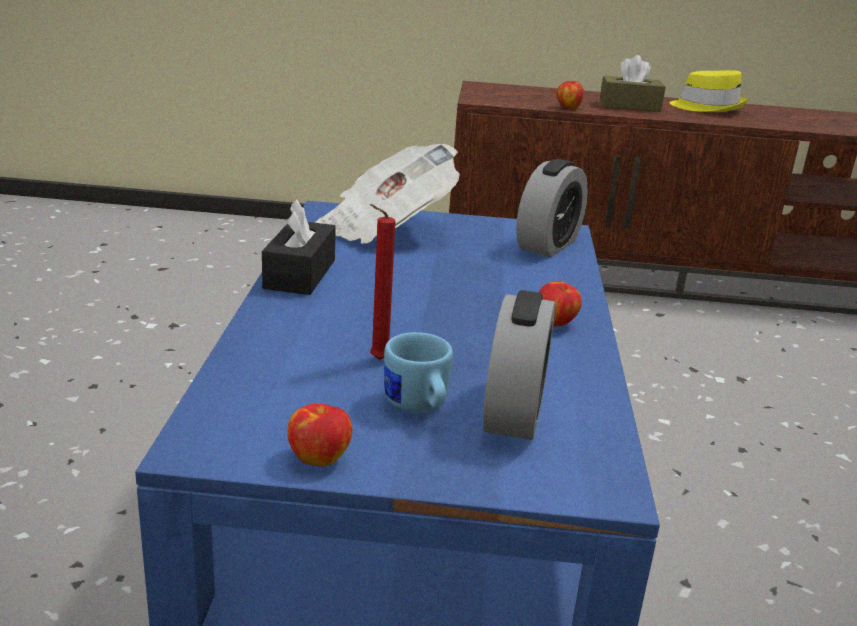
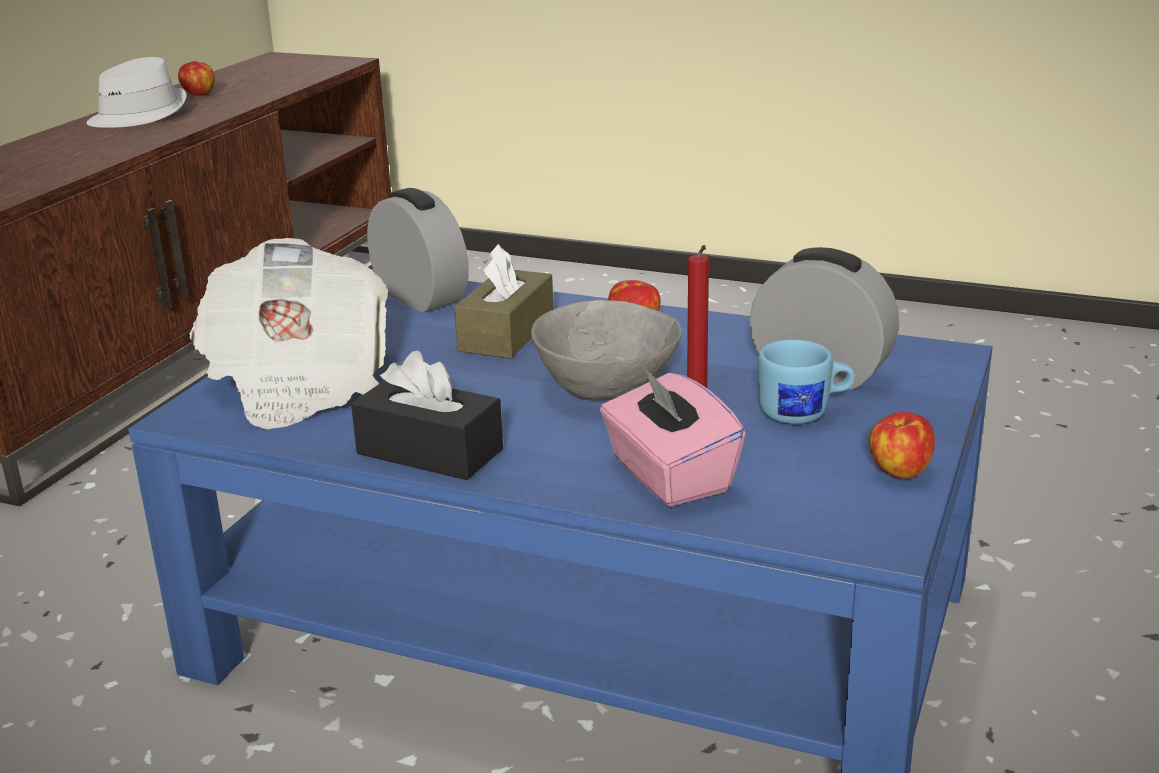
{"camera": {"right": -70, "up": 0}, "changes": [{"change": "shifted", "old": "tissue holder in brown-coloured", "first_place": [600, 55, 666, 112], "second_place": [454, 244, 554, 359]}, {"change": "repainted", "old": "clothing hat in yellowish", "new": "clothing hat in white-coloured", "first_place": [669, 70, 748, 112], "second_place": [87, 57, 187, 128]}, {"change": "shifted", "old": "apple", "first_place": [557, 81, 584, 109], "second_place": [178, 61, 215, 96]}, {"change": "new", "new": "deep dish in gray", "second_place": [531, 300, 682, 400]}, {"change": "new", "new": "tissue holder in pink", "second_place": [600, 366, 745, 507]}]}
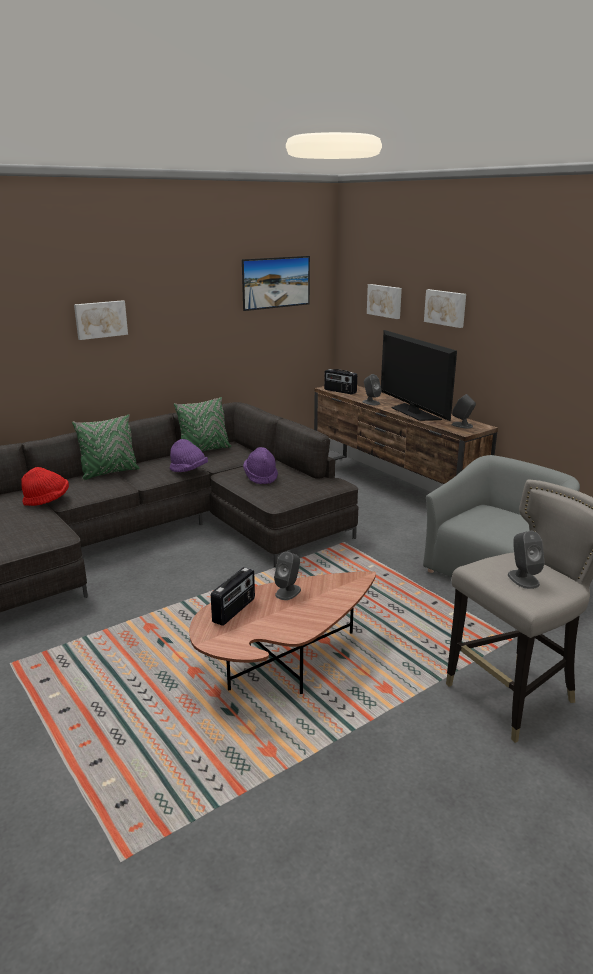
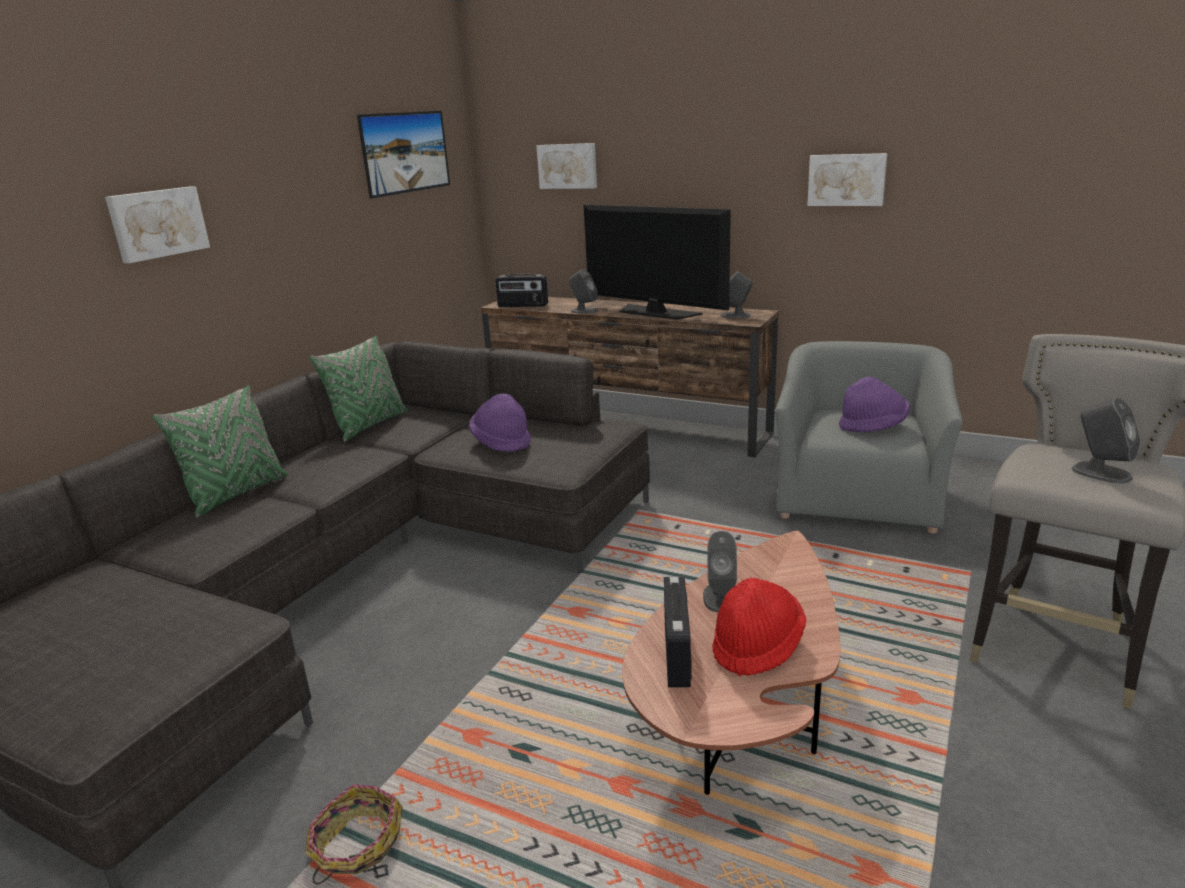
{"camera": {"right": -25, "up": 0}, "changes": [{"change": "shifted", "old": "wall art", "first_place": [424, 289, 466, 328], "second_place": [807, 153, 888, 206]}, {"change": "shifted", "old": "clothing hat in purple-coloured", "first_place": [170, 439, 208, 472], "second_place": [839, 377, 910, 432]}, {"change": "shifted", "old": "clothing hat in red-coloured", "first_place": [21, 467, 69, 506], "second_place": [712, 578, 806, 676]}, {"change": "new", "new": "storage basket", "second_place": [305, 784, 403, 884]}]}
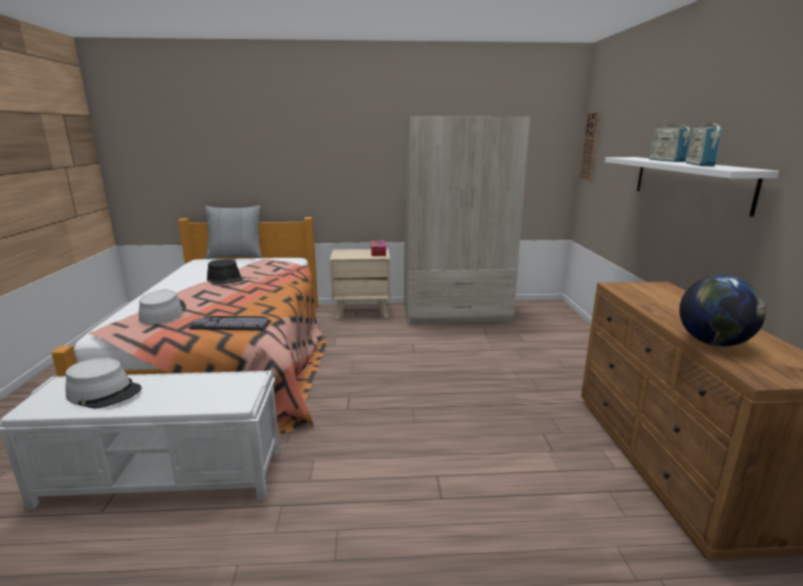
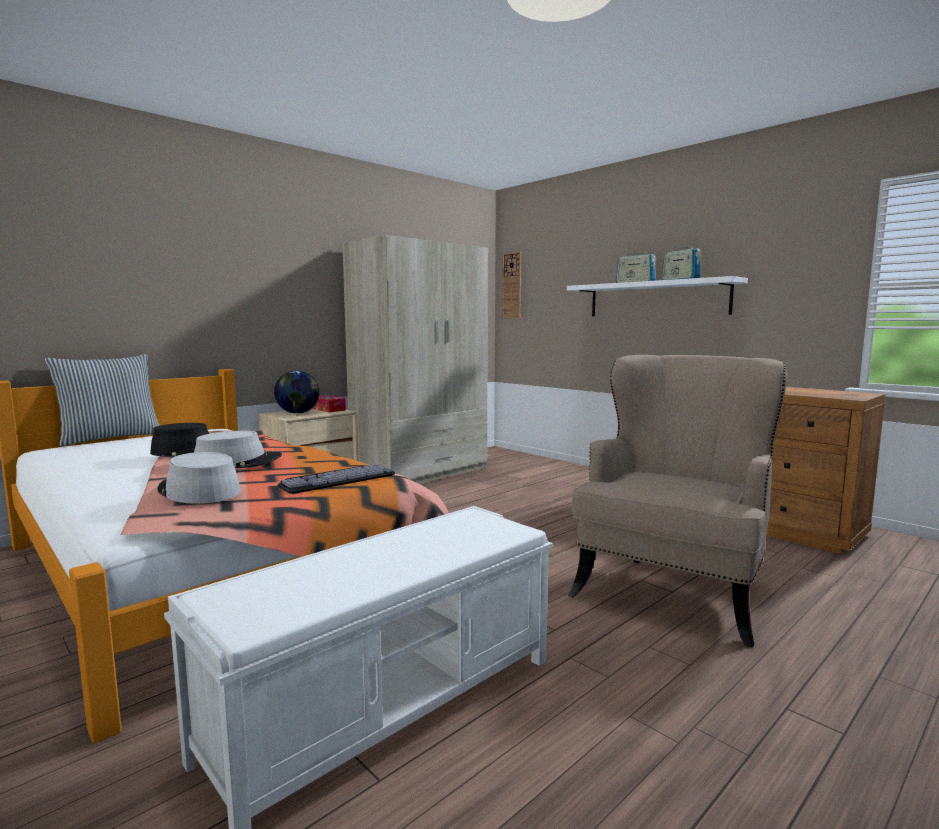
{"camera": {"right": -40, "up": -10}, "changes": [{"change": "shifted", "old": "desk globe", "first_place": [679, 275, 766, 346], "second_place": [274, 371, 319, 414]}, {"change": "shifted", "old": "clothing hat in gray", "first_place": [66, 358, 142, 409], "second_place": [194, 431, 282, 468]}, {"change": "new", "new": "lounge chair in sand-coloured", "second_place": [568, 355, 787, 647]}]}
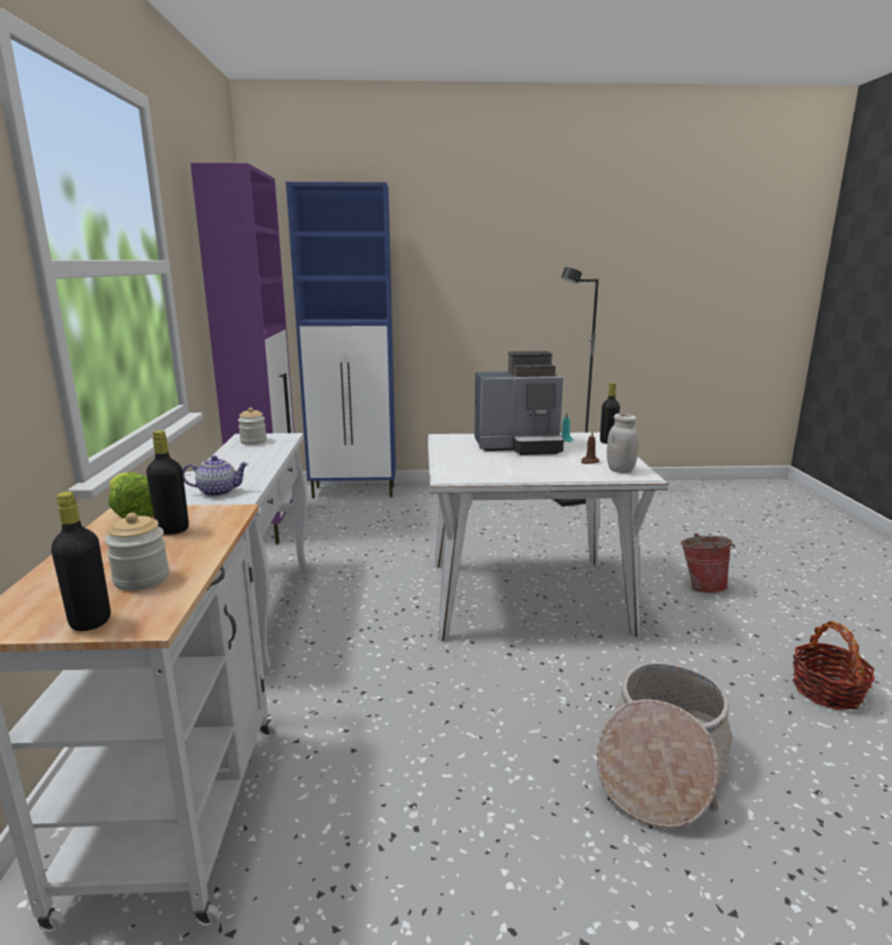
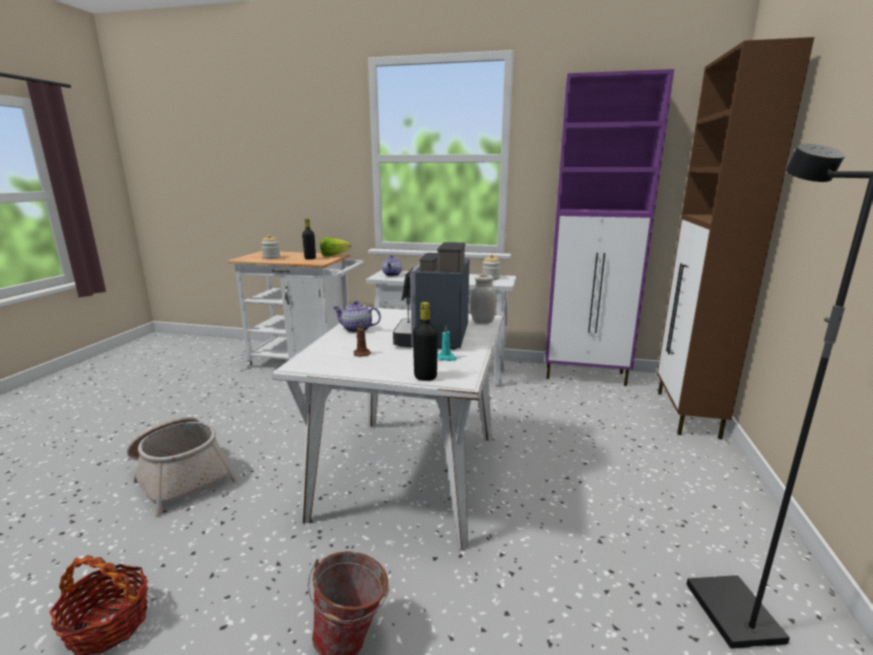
{"camera": {"right": 105, "up": 0}, "changes": [{"change": "repainted", "old": "cabinet in bluish", "new": "cabinet in brown-coloured", "first_place": [286, 182, 396, 499], "second_place": [657, 37, 814, 439]}, {"change": "shifted", "old": "preserve jar in white-coloured", "first_place": [607, 413, 639, 473], "second_place": [471, 275, 496, 324]}, {"change": "gone", "old": "bottle in black", "first_place": [51, 491, 111, 631]}, {"change": "new", "new": "tea pot", "second_place": [332, 301, 381, 333]}]}
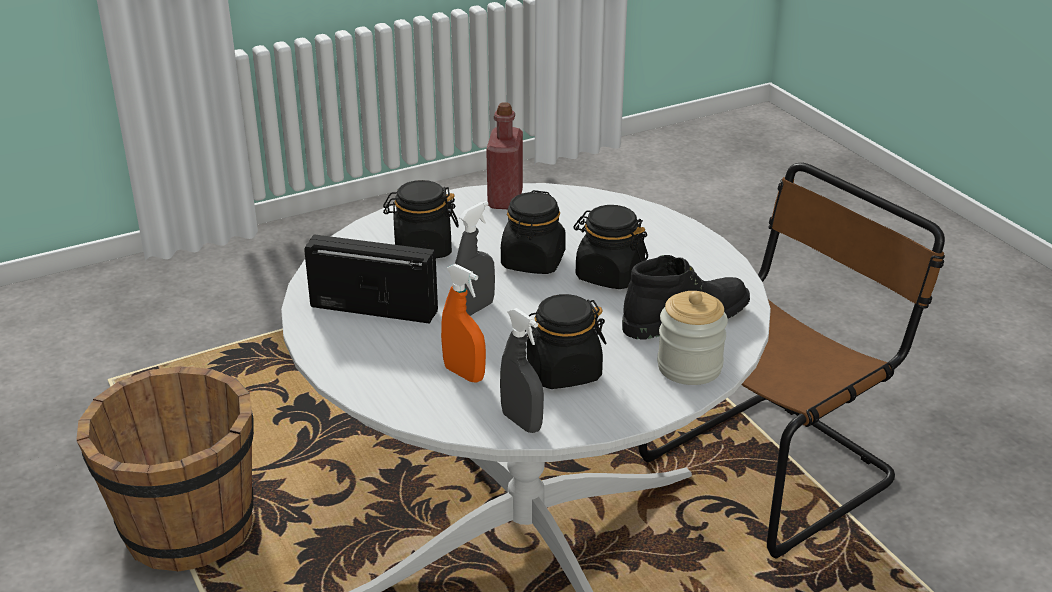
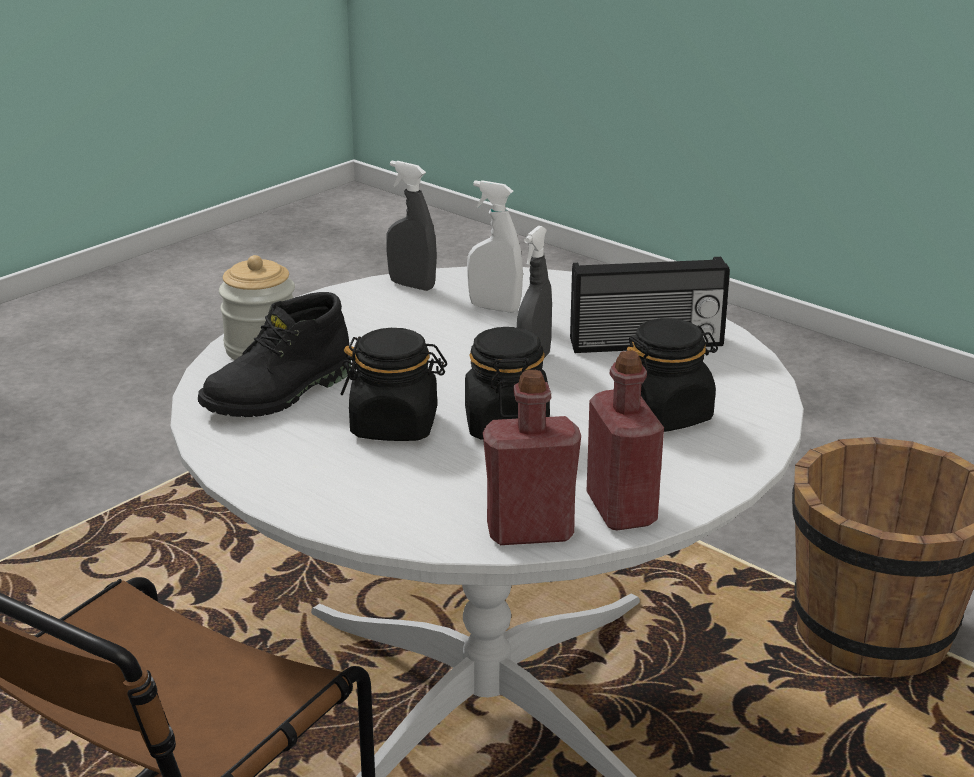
{"camera": {"right": 160, "up": -5}, "changes": [{"change": "repainted", "old": "hand sprayer in orange-coloured", "new": "hand sprayer in white-coloured", "first_place": [441, 264, 486, 383], "second_place": [467, 180, 523, 313]}, {"change": "gone", "old": "preserve jar in black", "first_place": [525, 294, 606, 389]}, {"change": "new", "new": "bottle in red-coloured", "second_place": [483, 370, 581, 545]}]}
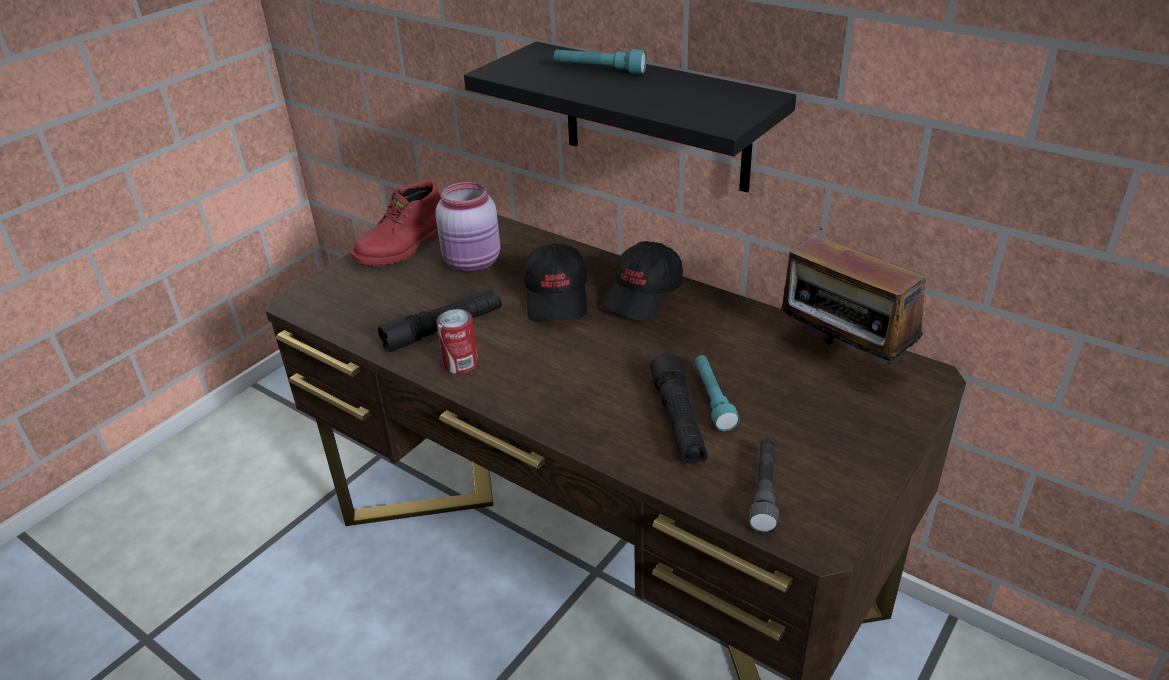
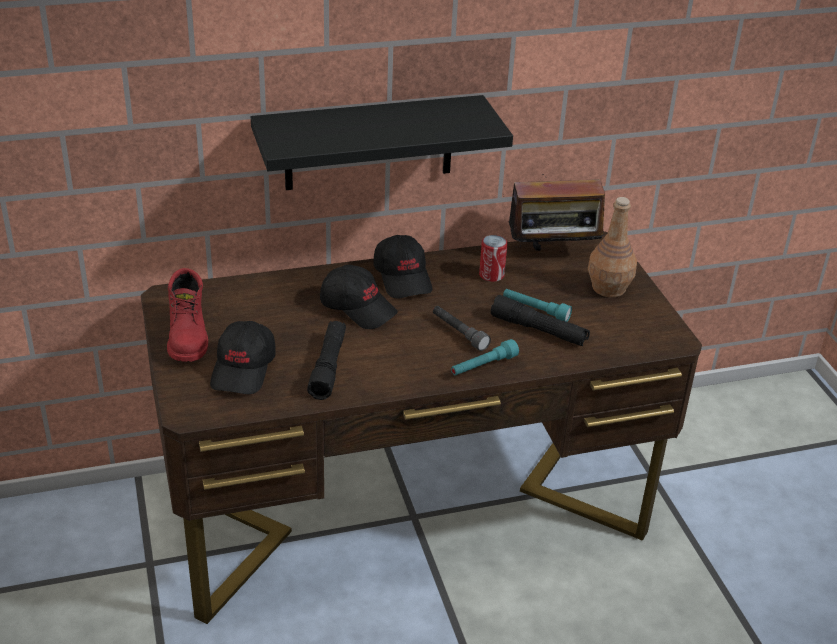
{"camera": {"right": -55, "up": 0}, "changes": [{"change": "shifted", "old": "torch in turquoise", "first_place": [554, 49, 647, 74], "second_place": [451, 339, 519, 375]}, {"change": "gone", "old": "preserve jar in pink", "first_place": [436, 182, 500, 272]}, {"change": "shifted", "old": "can", "first_place": [436, 309, 478, 374], "second_place": [479, 235, 508, 282]}, {"change": "shifted", "old": "torch in gray", "first_place": [749, 439, 779, 533], "second_place": [433, 306, 491, 351]}, {"change": "new", "new": "bottle in brown-coloured", "second_place": [588, 197, 637, 297]}, {"change": "new", "new": "peaked cap in black", "second_place": [210, 321, 276, 394]}]}
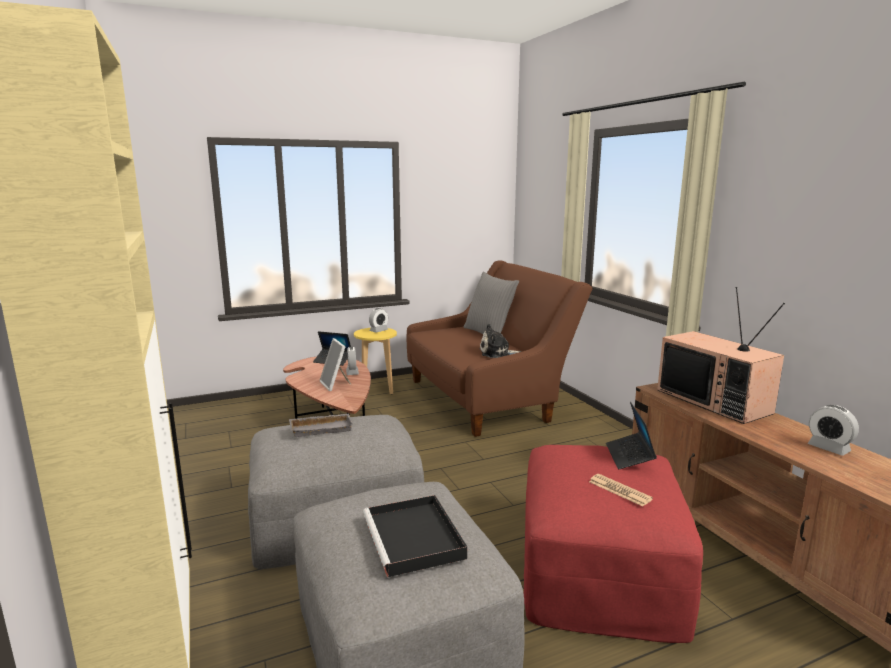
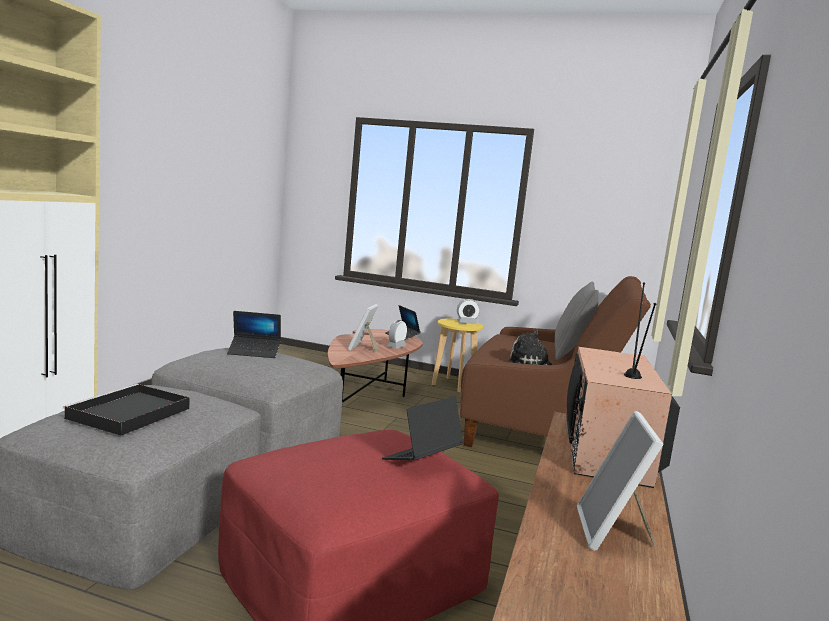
{"camera": {"right": 40, "up": -5}, "changes": [{"change": "swapped", "old": "alarm clock", "new": "standing frame", "first_place": [808, 405, 859, 456], "second_place": [577, 411, 664, 551]}, {"change": "swapped", "old": "carrying tray in gray", "new": "laptop", "first_place": [289, 414, 353, 437], "second_place": [227, 311, 281, 358]}, {"change": "gone", "old": "printed paper", "first_place": [589, 474, 653, 506]}]}
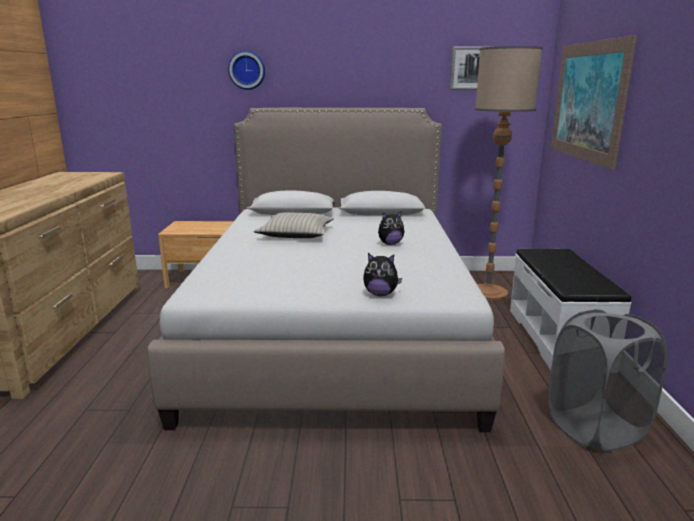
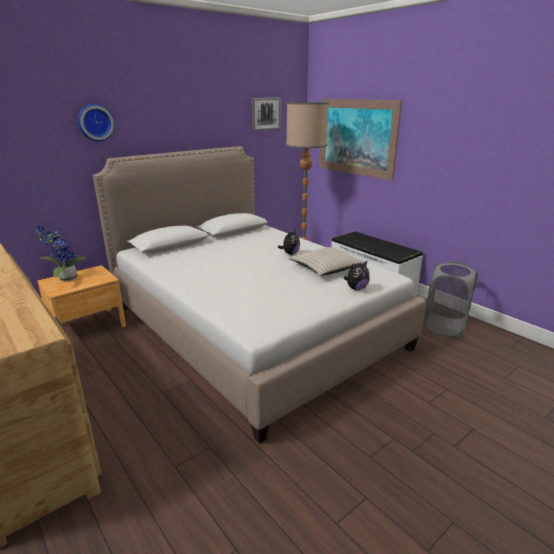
{"camera": {"right": -40, "up": 5}, "changes": [{"change": "shifted", "old": "cushion in sand-coloured", "first_place": [253, 212, 334, 238], "second_place": [289, 247, 365, 276]}, {"change": "new", "new": "potted plant", "second_place": [35, 226, 86, 281]}]}
